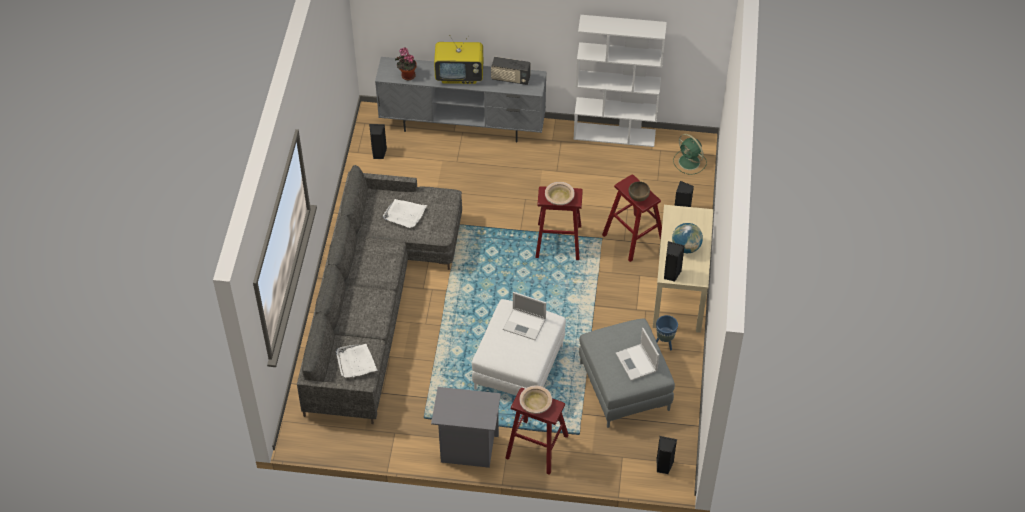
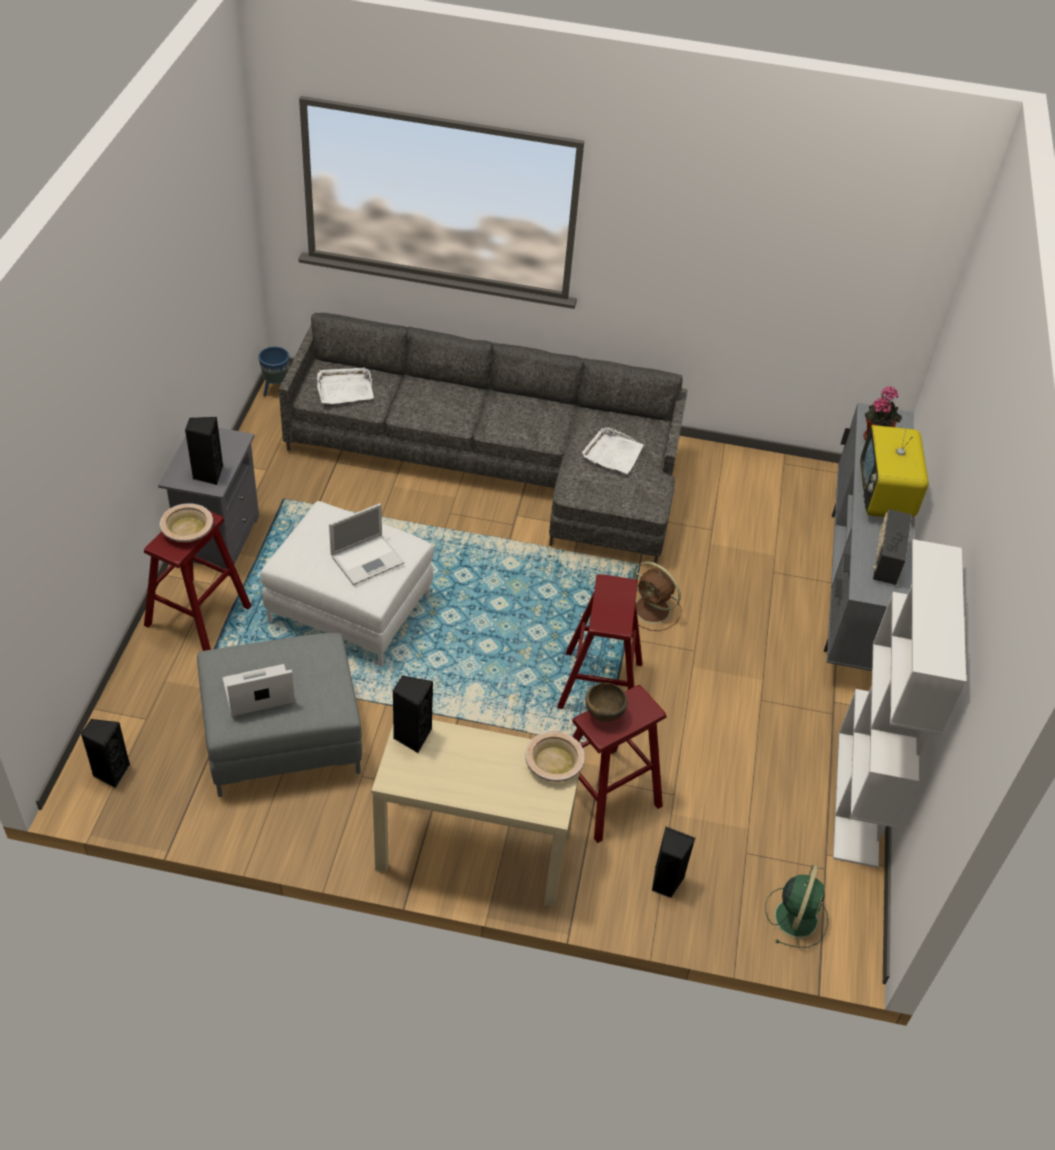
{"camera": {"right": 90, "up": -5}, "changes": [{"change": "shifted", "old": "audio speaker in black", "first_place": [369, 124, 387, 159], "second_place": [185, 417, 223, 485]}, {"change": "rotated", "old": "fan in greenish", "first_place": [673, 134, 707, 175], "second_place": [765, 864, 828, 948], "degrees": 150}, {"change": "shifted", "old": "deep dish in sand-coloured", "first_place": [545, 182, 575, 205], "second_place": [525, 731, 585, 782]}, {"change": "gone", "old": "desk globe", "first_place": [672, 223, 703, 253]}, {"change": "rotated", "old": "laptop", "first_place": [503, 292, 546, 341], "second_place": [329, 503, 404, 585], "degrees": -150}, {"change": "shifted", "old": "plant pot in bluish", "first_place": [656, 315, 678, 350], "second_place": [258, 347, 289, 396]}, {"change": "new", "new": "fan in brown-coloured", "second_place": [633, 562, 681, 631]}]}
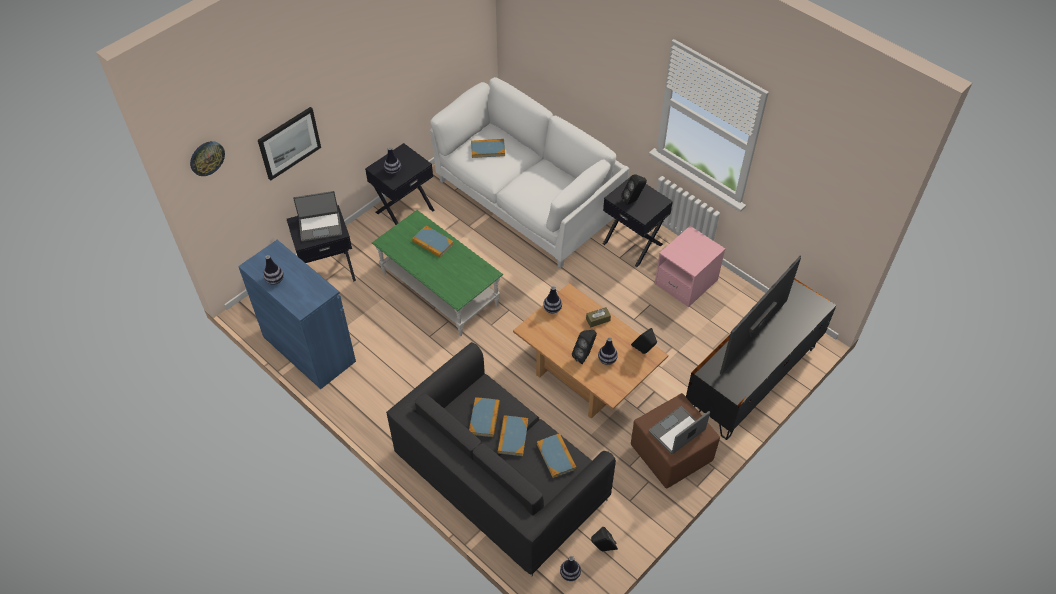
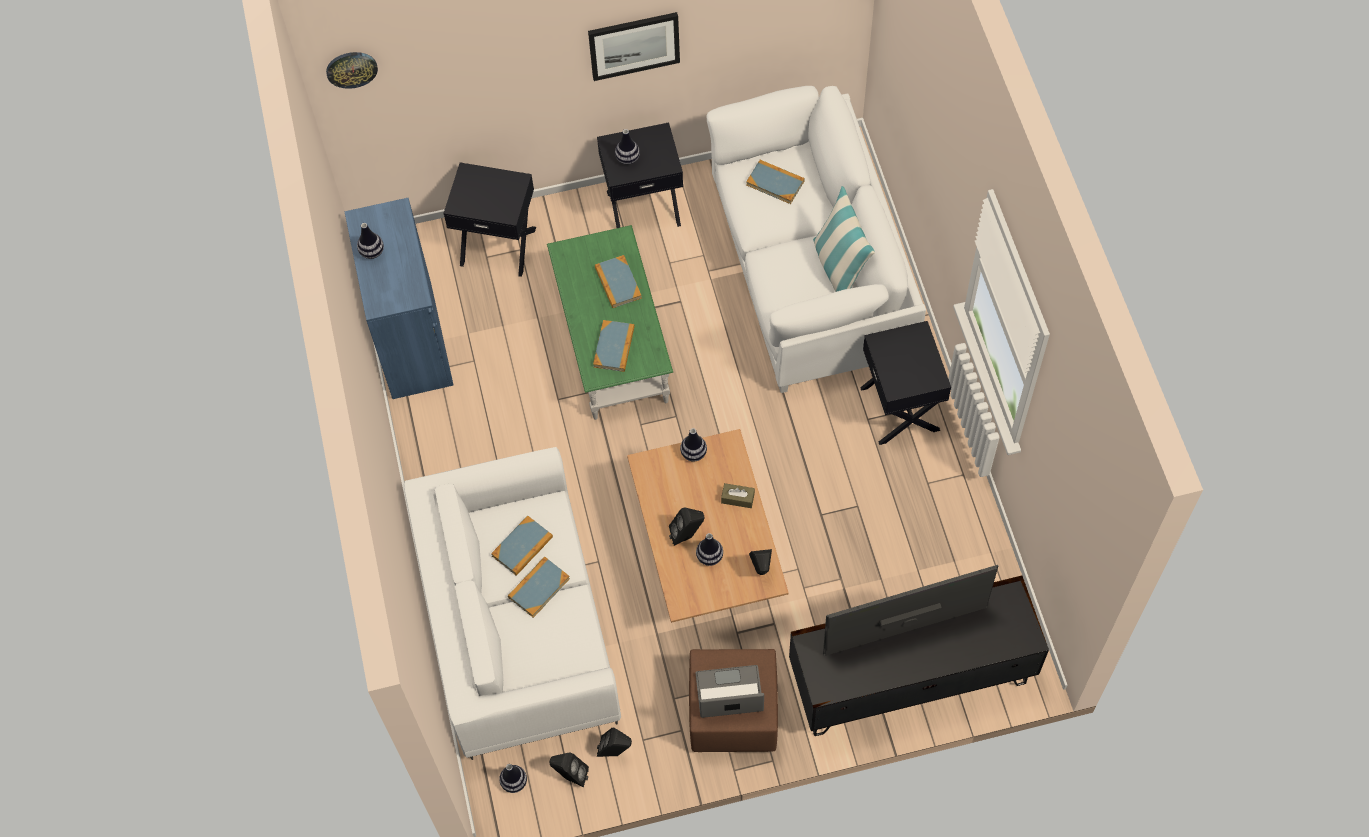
{"camera": {"right": 35, "up": 10}, "changes": [{"change": "shifted", "old": "wall art", "first_place": [258, 107, 321, 180], "second_place": [588, 12, 680, 81]}, {"change": "shifted", "old": "audio speaker in black", "first_place": [621, 174, 647, 205], "second_place": [597, 728, 632, 757]}, {"change": "gone", "old": "laptop", "first_place": [293, 191, 342, 242]}, {"change": "gone", "old": "night table in pink", "first_place": [655, 226, 725, 307]}, {"change": "repainted", "old": "couch in black", "new": "couch in white-coloured", "first_place": [386, 342, 616, 577], "second_place": [404, 447, 621, 760]}, {"change": "shifted", "old": "bound book", "first_place": [537, 433, 577, 478], "second_place": [593, 320, 635, 372]}, {"change": "new", "new": "cushion", "second_place": [813, 186, 875, 292]}]}
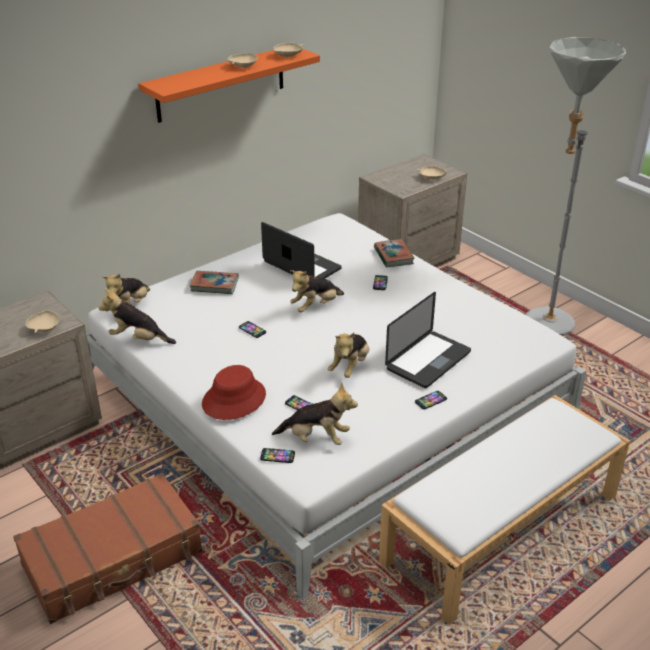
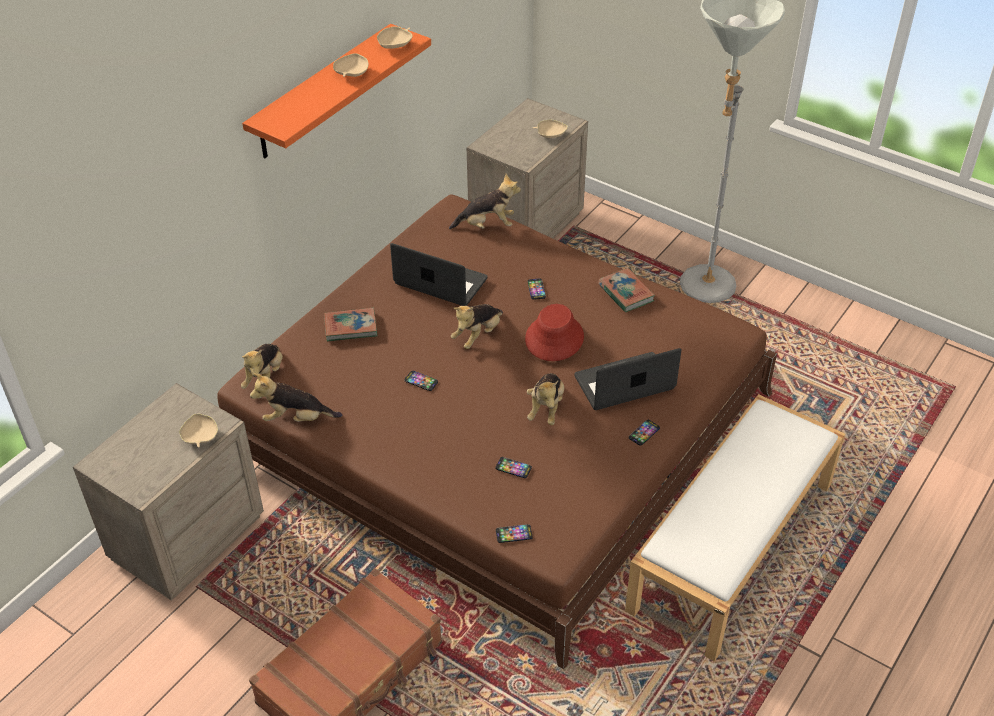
{"camera": {"right": -15, "up": 10}, "changes": [{"change": "repainted", "old": "bedroom bed in white-coloured", "new": "bedroom bed in brown-coloured", "first_place": [86, 213, 587, 599], "second_place": [217, 194, 777, 669]}, {"change": "shifted", "old": "bound book", "first_place": [374, 239, 415, 268], "second_place": [598, 268, 655, 312]}, {"change": "rotated", "old": "laptop", "first_place": [385, 292, 471, 388], "second_place": [574, 348, 681, 410], "degrees": -135}, {"change": "shifted", "old": "clothing hat in red-coloured", "first_place": [202, 365, 266, 420], "second_place": [525, 304, 584, 361]}, {"change": "shifted", "old": "cuddly toy", "first_place": [272, 383, 358, 445], "second_place": [449, 174, 521, 229]}]}
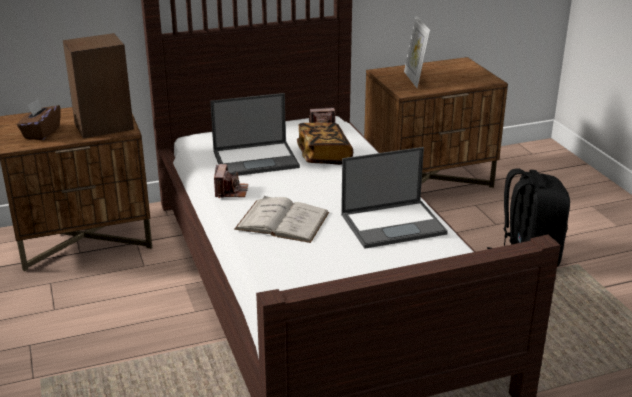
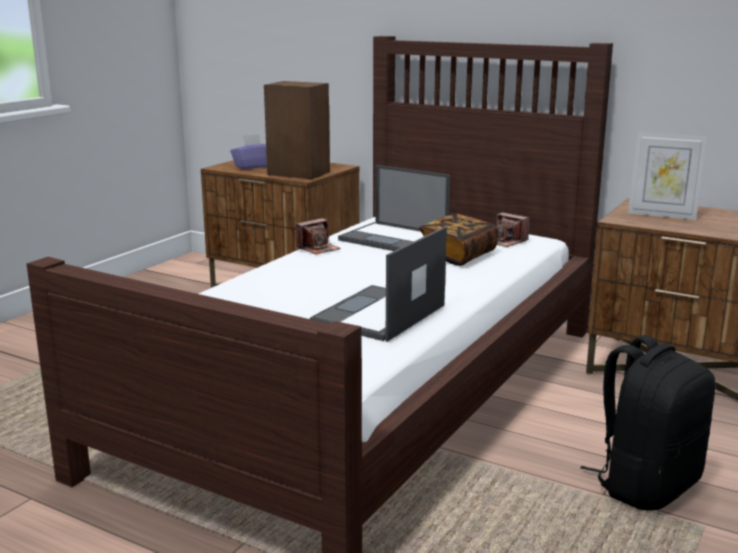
{"camera": {"right": 50, "up": -10}, "changes": [{"change": "rotated", "old": "standing frame", "first_place": [404, 16, 431, 88], "second_place": [628, 132, 707, 220], "degrees": -105}, {"change": "repainted", "old": "tissue holder in brown-coloured", "new": "tissue holder in purple-coloured", "first_place": [17, 99, 61, 140], "second_place": [230, 134, 267, 169]}, {"change": "rotated", "old": "laptop", "first_place": [341, 147, 448, 249], "second_place": [310, 226, 447, 342], "degrees": 90}, {"change": "gone", "old": "bound book in white-coloured", "first_place": [234, 196, 329, 243]}]}
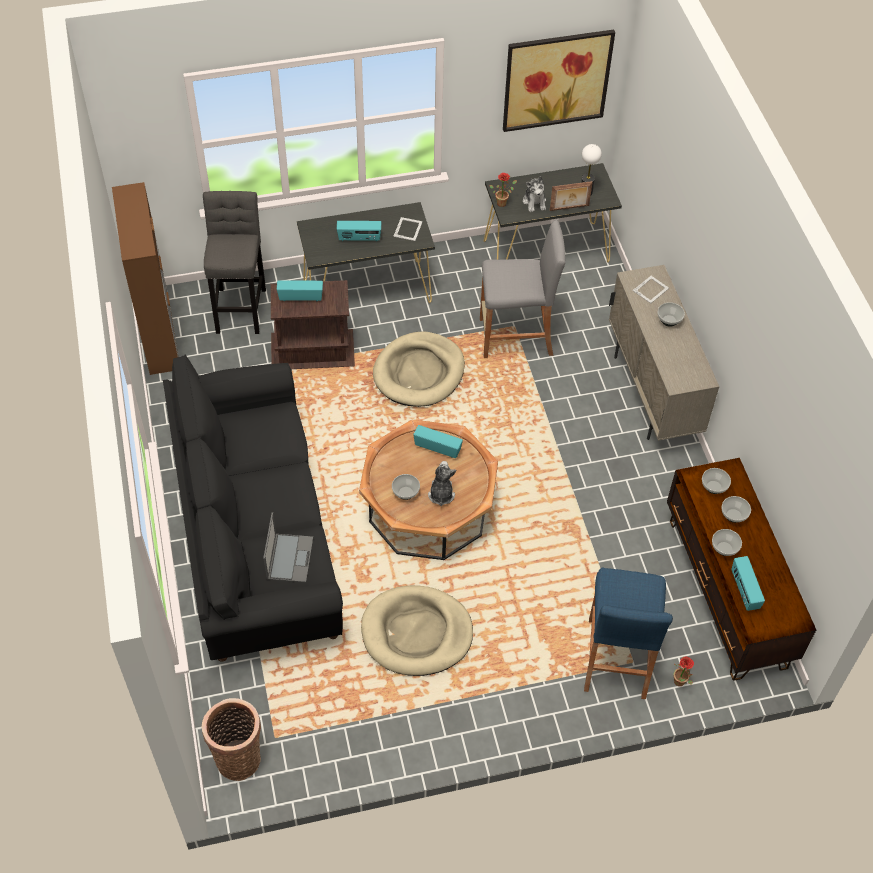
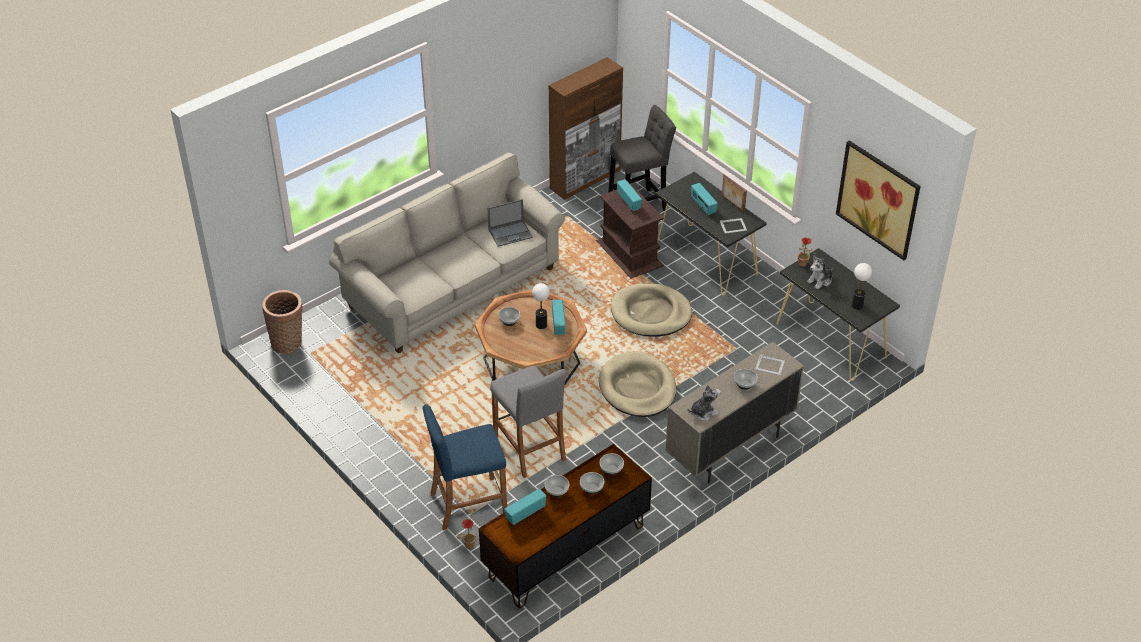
{"camera": {"right": 65, "up": -10}, "changes": [{"change": "shifted", "old": "standing frame", "first_place": [550, 181, 592, 211], "second_place": [722, 174, 747, 213]}, {"change": "shifted", "old": "sitting stool in gray", "first_place": [480, 220, 565, 358], "second_place": [490, 366, 567, 478]}, {"change": "repainted", "old": "couch in black", "new": "couch in sand-coloured", "first_place": [163, 355, 343, 662], "second_place": [329, 152, 565, 353]}, {"change": "shifted", "old": "cuddly toy", "first_place": [428, 461, 456, 506], "second_place": [687, 385, 721, 421]}, {"change": "shifted", "old": "laptop", "first_place": [263, 513, 313, 583], "second_place": [488, 199, 533, 247]}, {"change": "shifted", "old": "pet bed in sand-coloured", "first_place": [361, 585, 473, 676], "second_place": [599, 351, 676, 417]}, {"change": "new", "new": "lamp for a table", "second_place": [532, 283, 550, 329]}]}
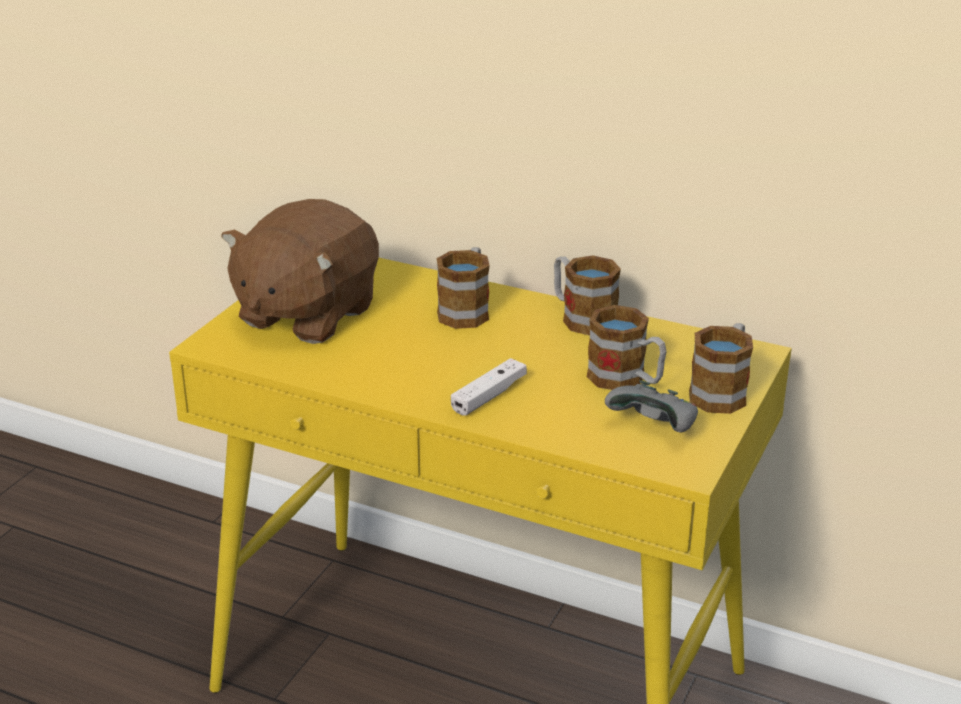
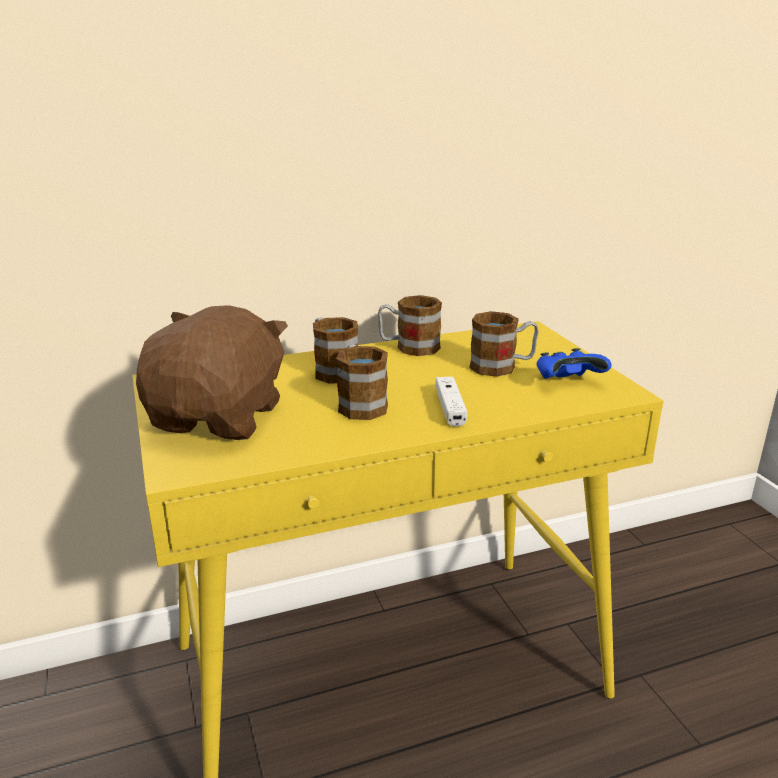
{"camera": {"right": -45, "up": -5}, "changes": [{"change": "rotated", "old": "cuddly toy in brown-coloured", "first_place": [221, 199, 379, 344], "second_place": [136, 305, 288, 440], "degrees": -150}, {"change": "shifted", "old": "coffee mug", "first_place": [689, 323, 753, 414], "second_place": [336, 344, 388, 420]}, {"change": "repainted", "old": "gamepad in gray", "new": "gamepad in bluish", "first_place": [605, 380, 698, 432], "second_place": [537, 348, 612, 379]}]}
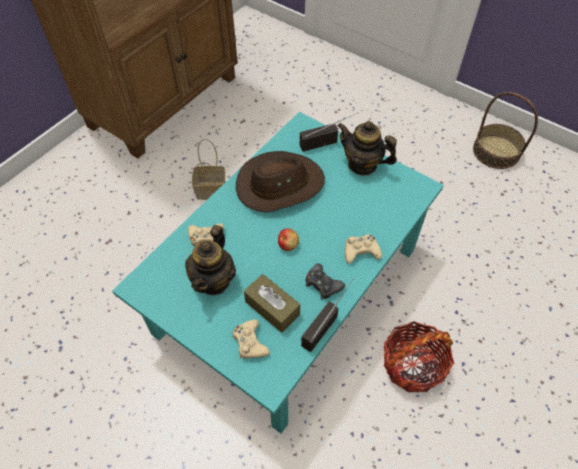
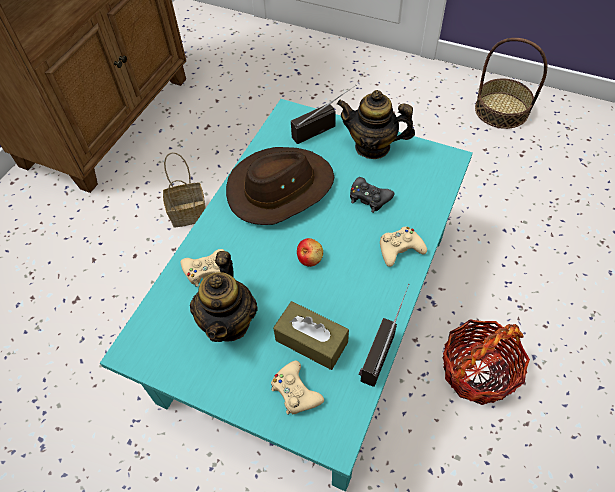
{"camera": {"right": -10, "up": 0}, "changes": [{"change": "shifted", "old": "gamepad in black", "first_place": [305, 263, 345, 300], "second_place": [350, 177, 394, 213]}]}
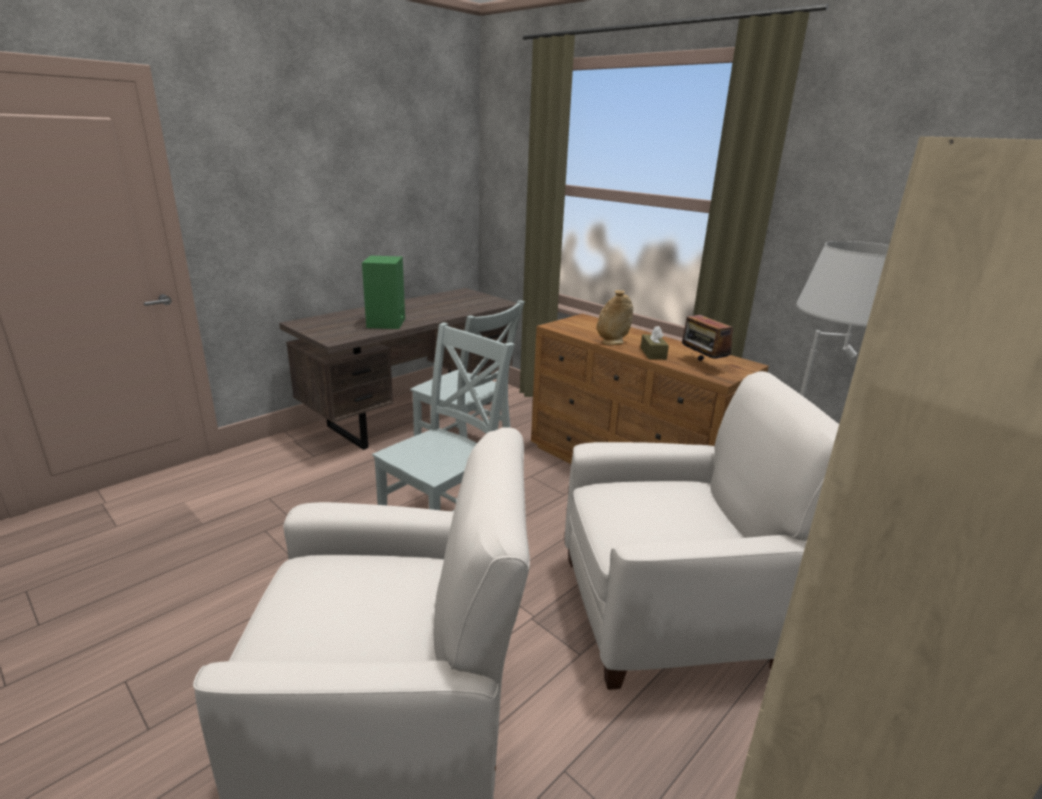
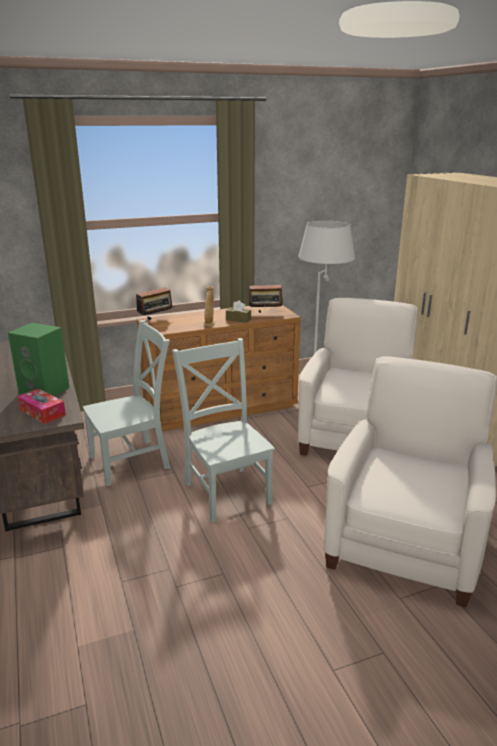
{"camera": {"right": -65, "up": 0}, "changes": [{"change": "new", "new": "radio set", "second_place": [136, 287, 174, 320]}, {"change": "new", "new": "tissue holder", "second_place": [17, 389, 66, 424]}]}
